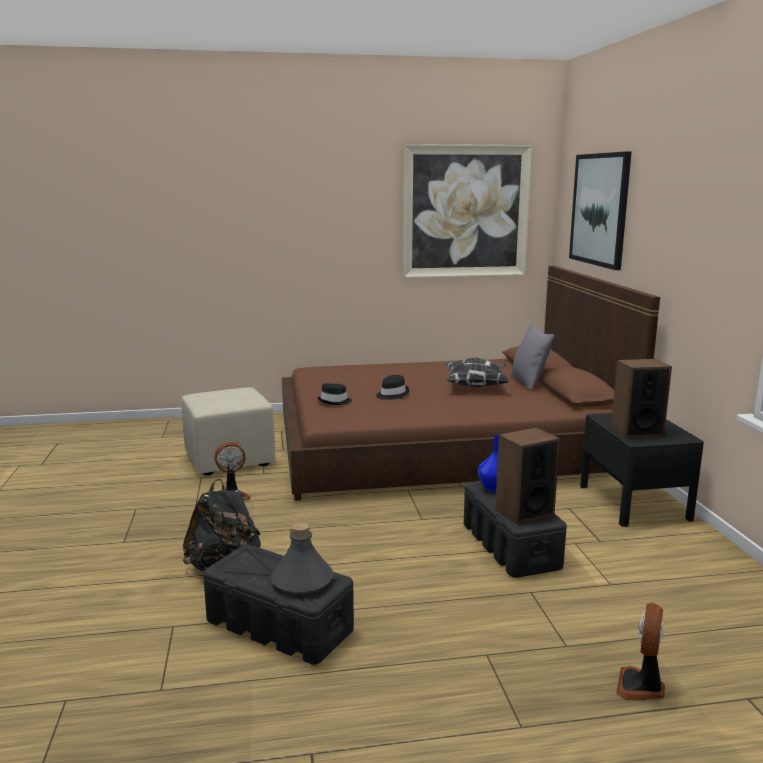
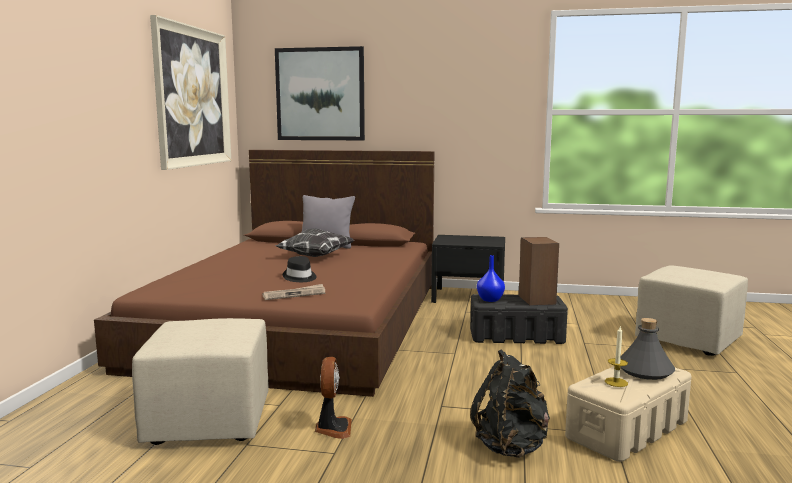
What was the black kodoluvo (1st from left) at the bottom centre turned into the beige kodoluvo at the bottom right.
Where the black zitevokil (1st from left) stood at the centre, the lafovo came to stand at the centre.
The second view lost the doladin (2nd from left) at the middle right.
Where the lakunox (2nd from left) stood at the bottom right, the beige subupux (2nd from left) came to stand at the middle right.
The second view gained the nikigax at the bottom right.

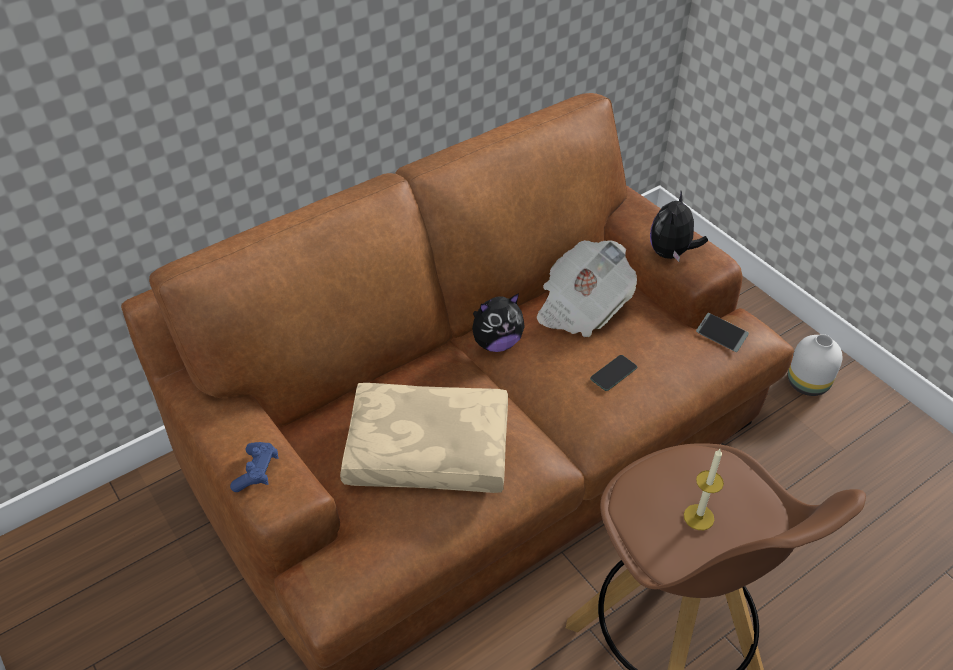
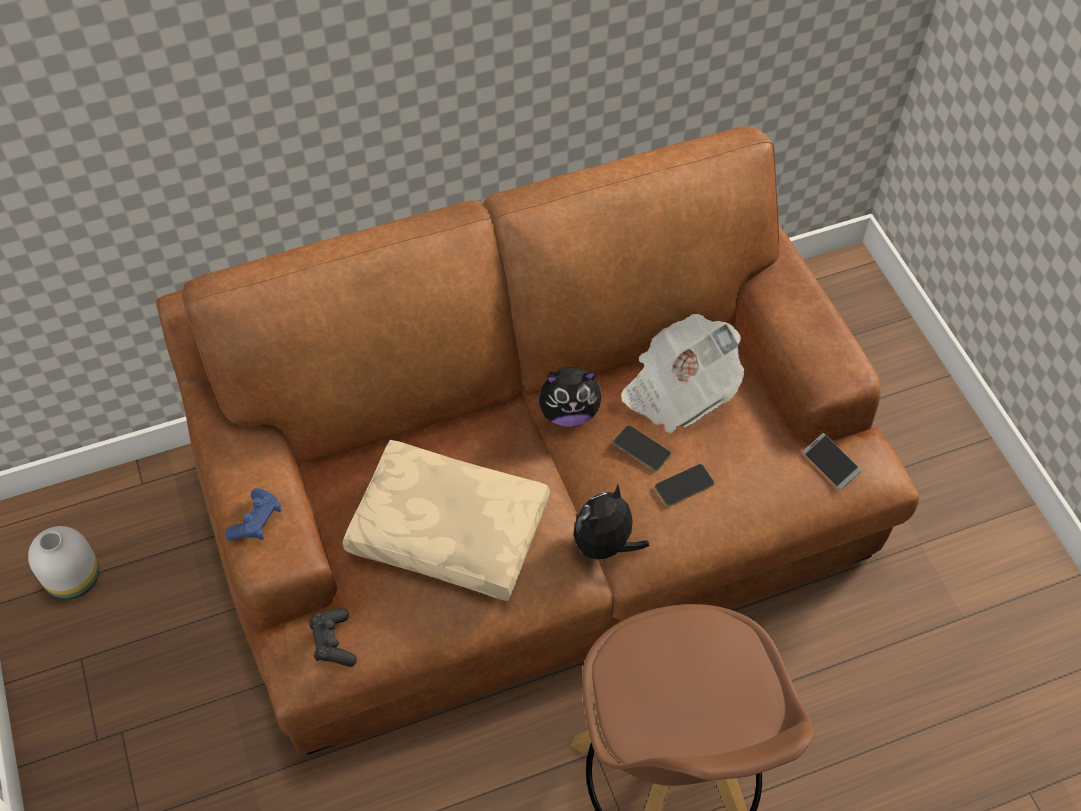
The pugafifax (2nd from left) ended up elsewhere, having gone from the middle right to the centre.
The second view lost the nikigax at the bottom right.
The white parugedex ended up elsewhere, having gone from the middle right to the bottom left.
The second view gained the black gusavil at the bottom left.
The second view gained the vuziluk (1st from left) at the centre.

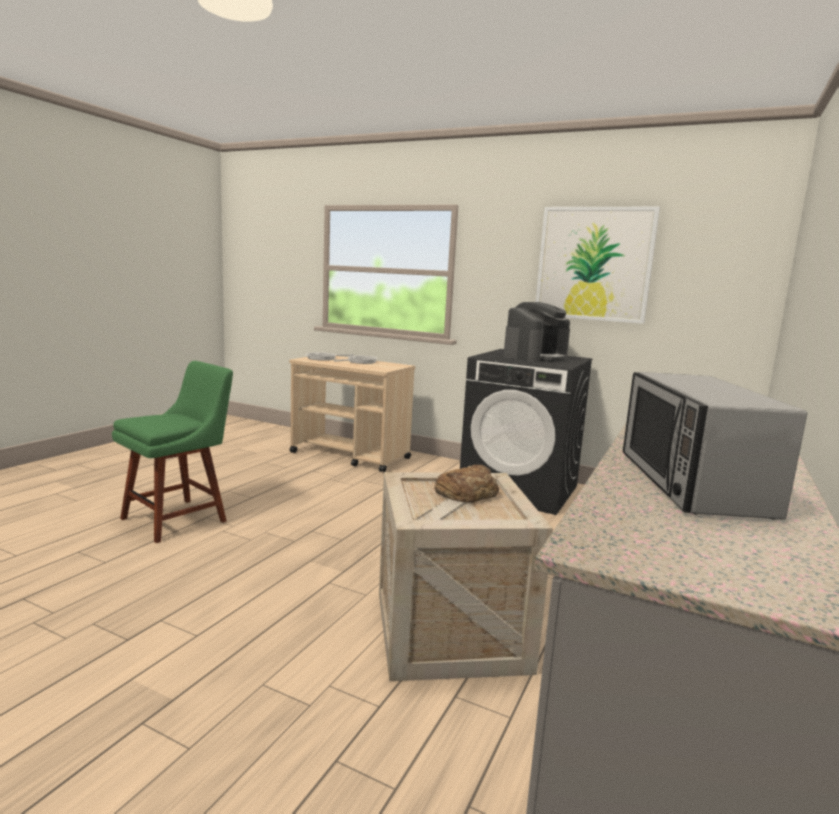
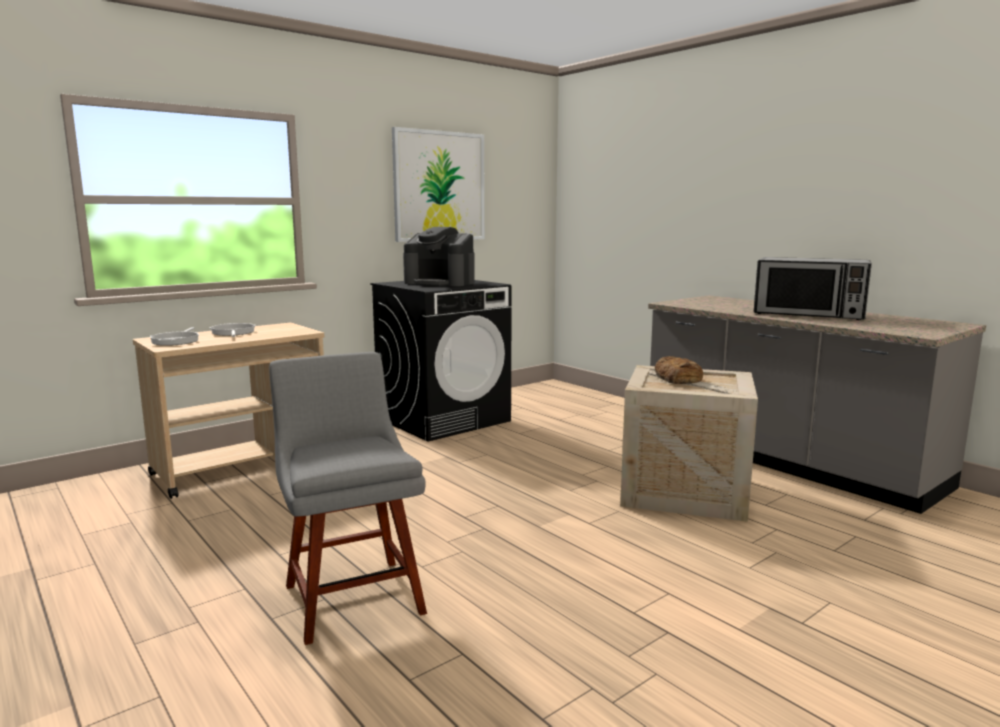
What was the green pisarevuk at the middle left turned into the grey pisarevuk at the bottom centre.
The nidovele at the centre ended up facing another way, 135 degrees clockwise from before.

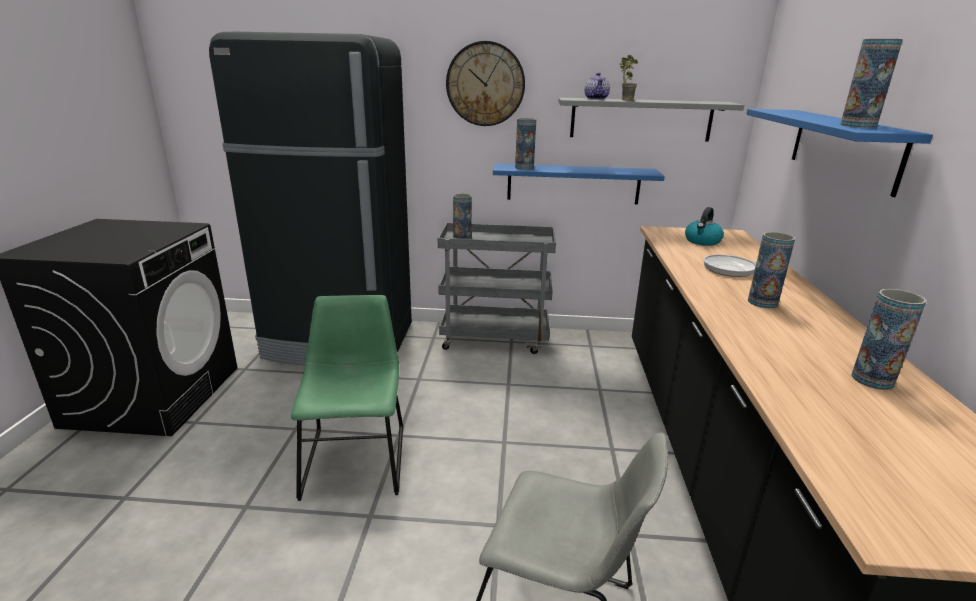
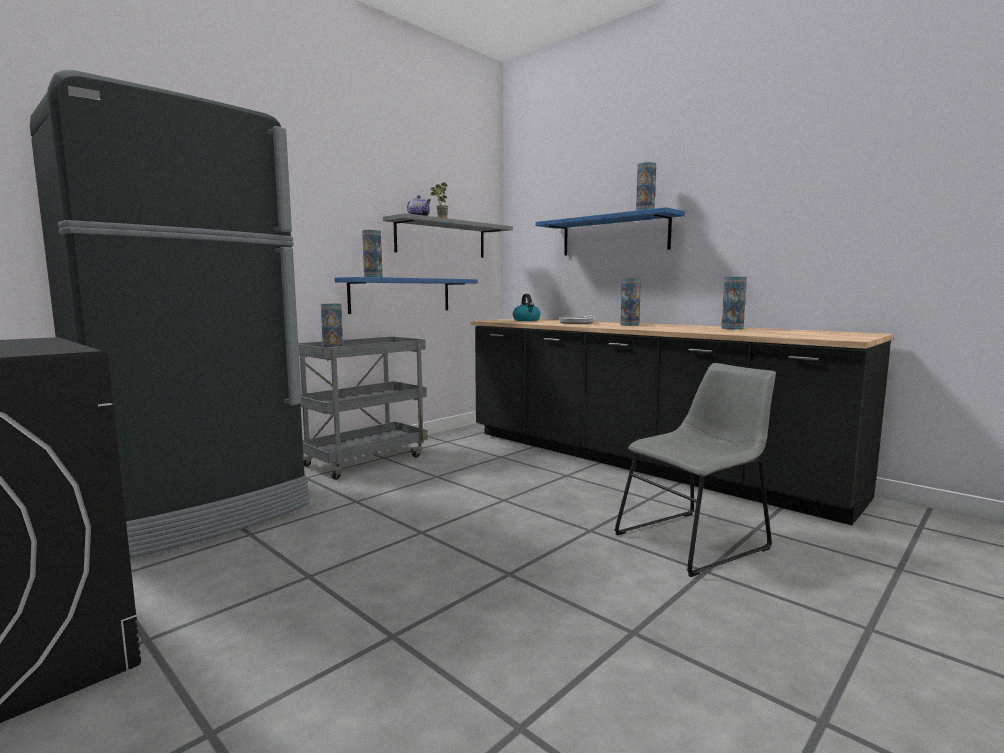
The second view lost the green pisarevuk at the centre.
The second view lost the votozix at the top centre.

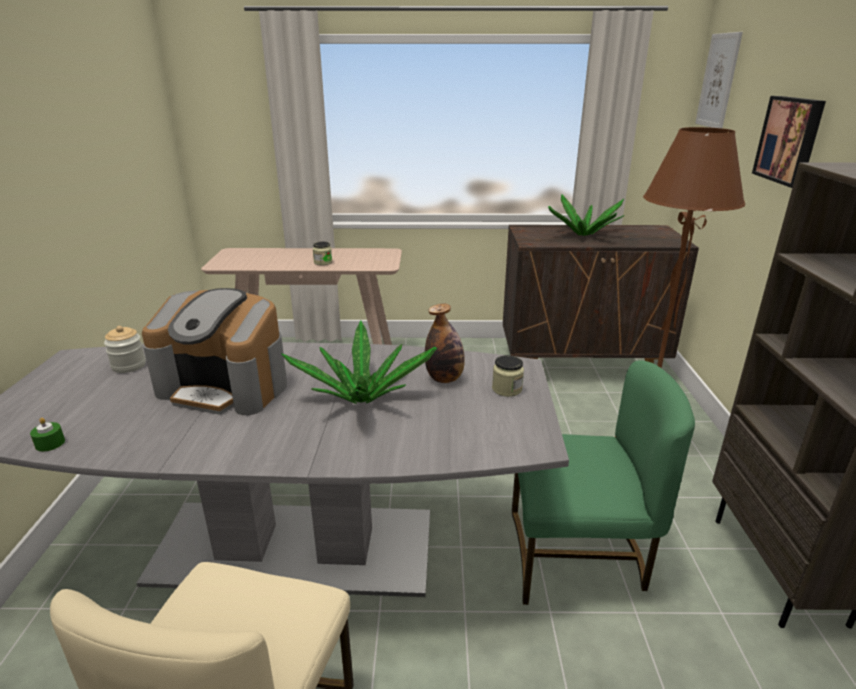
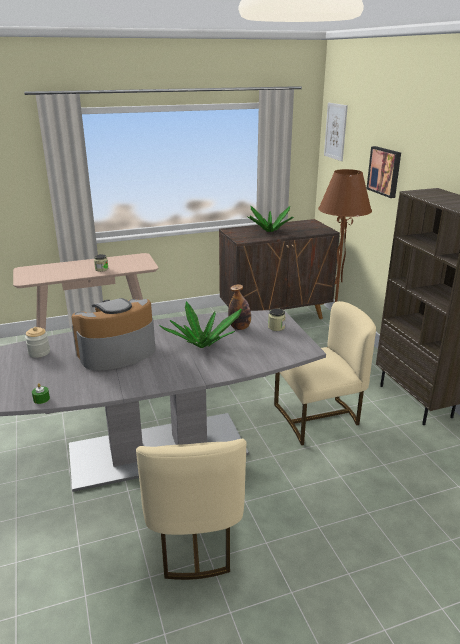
The nidovele at the middle left ended up facing another way, 150 degrees clockwise from before.
What was the green pisarevuk at the bottom right turned into the beige pisarevuk (2nd from left) at the middle right.

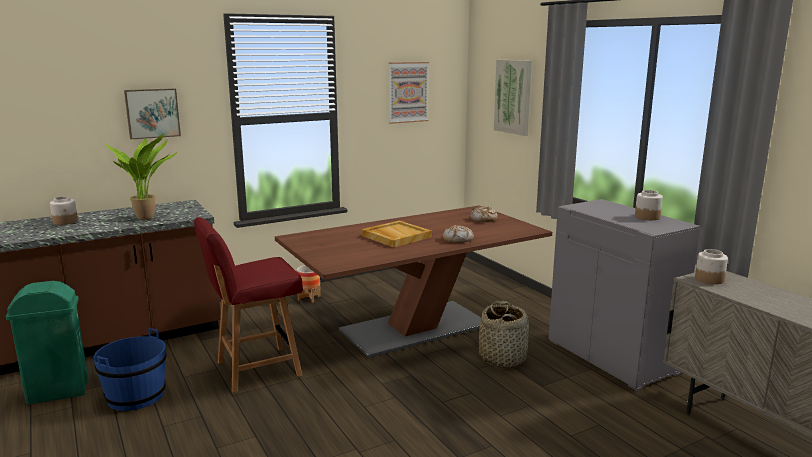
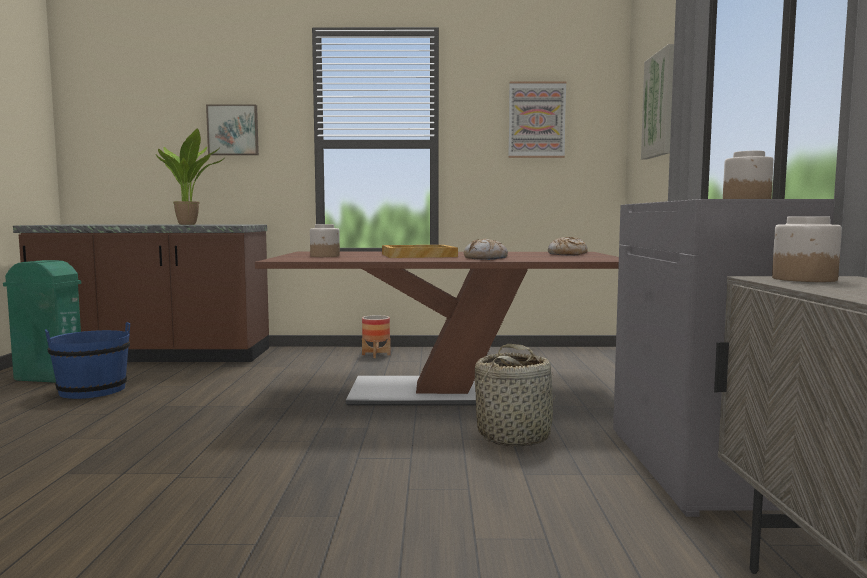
The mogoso (1st from left) ended up elsewhere, having gone from the middle left to the centre.
The second view lost the red pisarevuk at the bottom left.

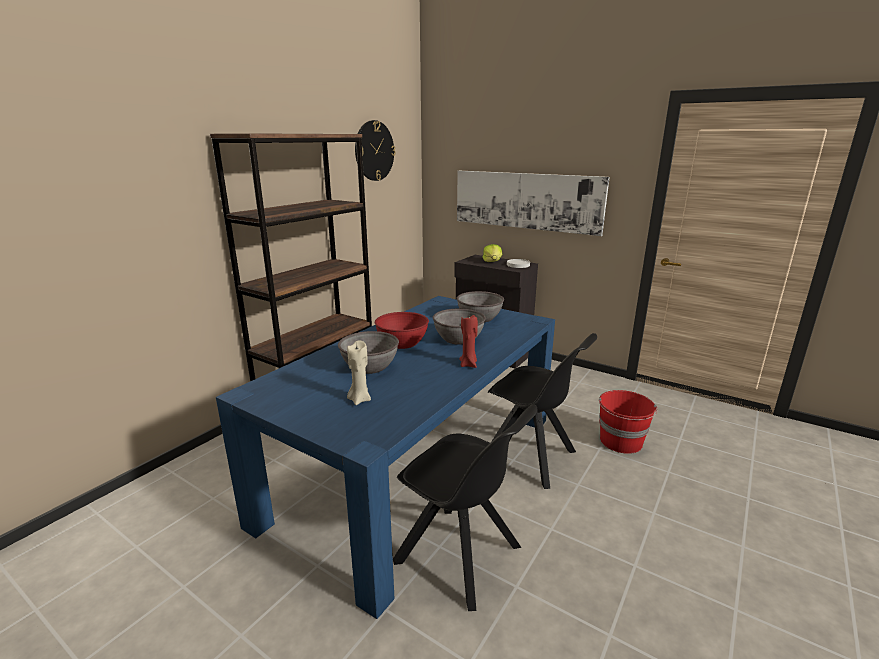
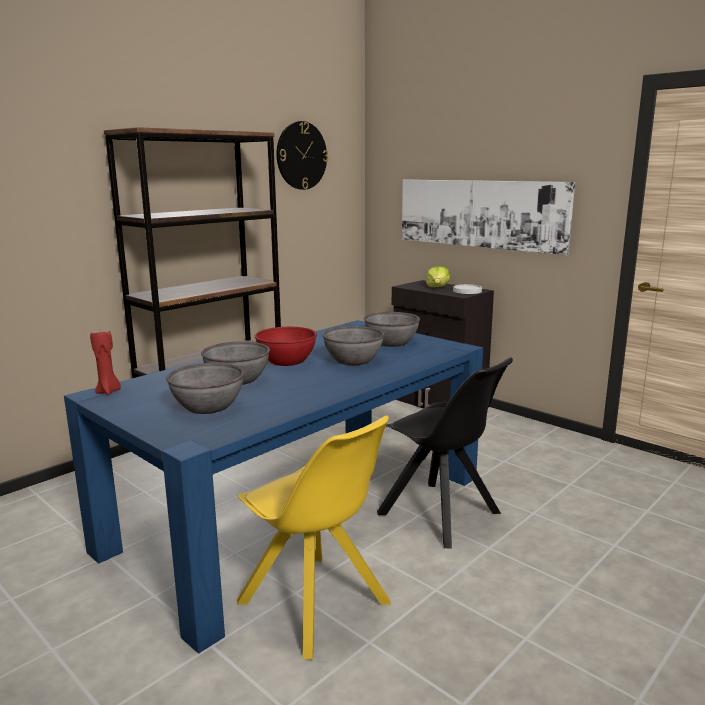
Where the beige nikigax stood at the centre, the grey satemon (1st from left) came to stand at the middle left.
What was the black pisarevuk (1st from left) at the bottom centre turned into the yellow pisarevuk at the bottom centre.
The red nikigax ended up elsewhere, having gone from the centre to the middle left.
The second view lost the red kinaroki at the middle right.

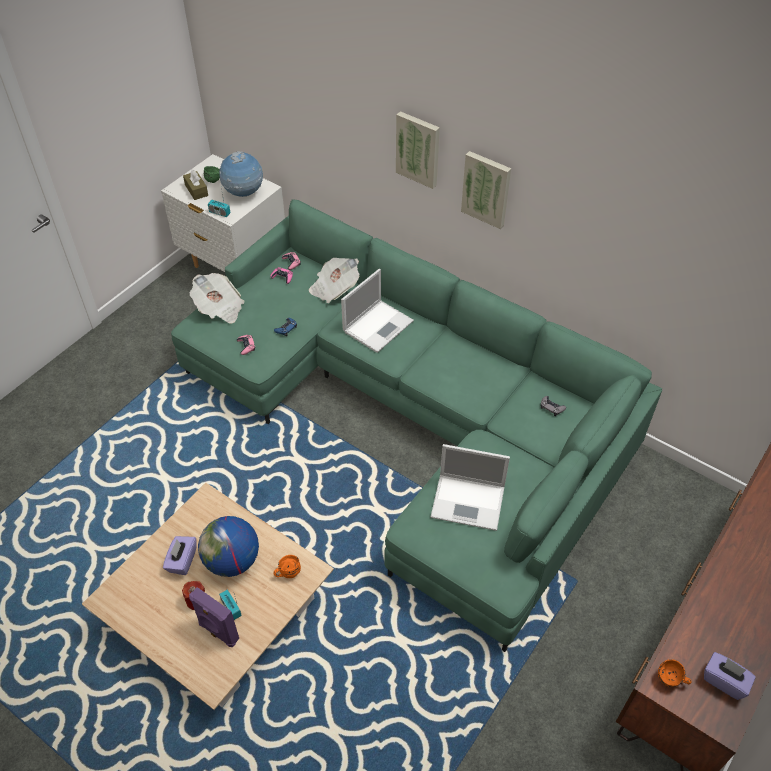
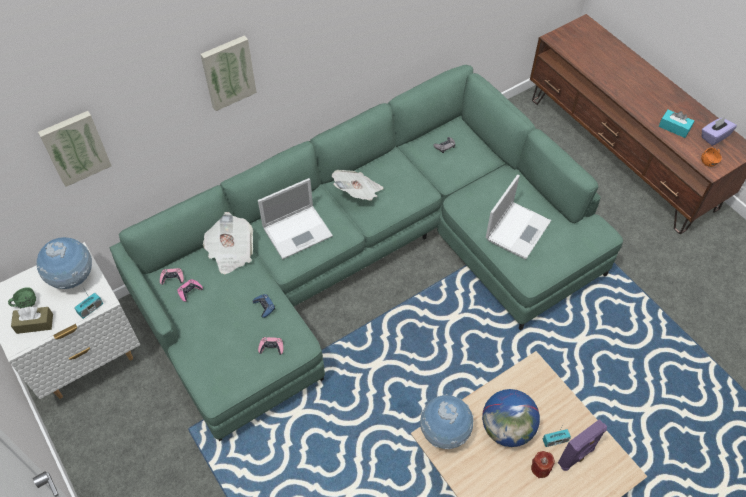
The second view lost the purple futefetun (1st from left) at the bottom left.
The lafovo (1st from left in the first image) ended up elsewhere, having gone from the middle left to the centre.
The second view lost the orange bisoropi (1st from left) at the bottom centre.
The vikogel (1st from left) at the centre ended up facing another way, 90 degrees clockwise from before.
The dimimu (2nd from left in the first image) ended up elsewhere, having gone from the top centre to the top left.
The second view gained the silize (2nd from left) at the bottom centre.
The second view gained the turquoise futefetun at the top right.

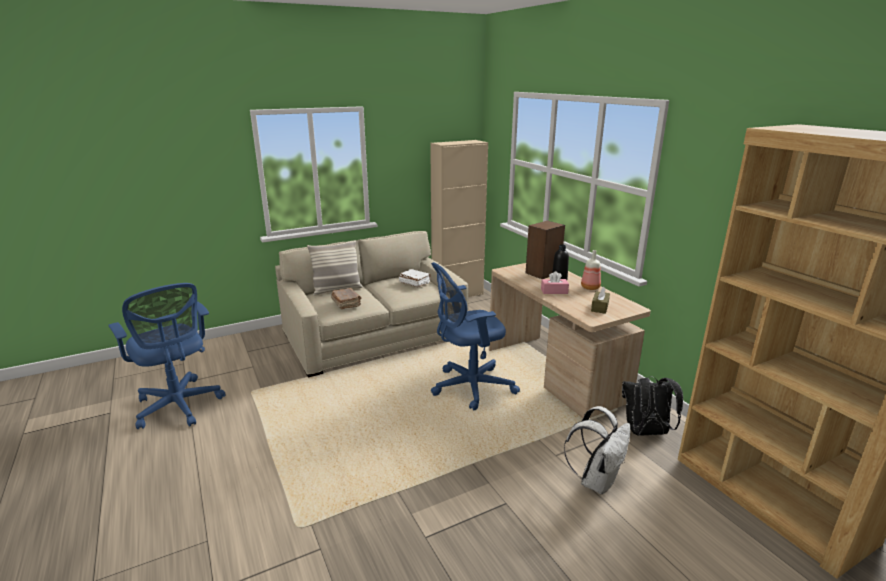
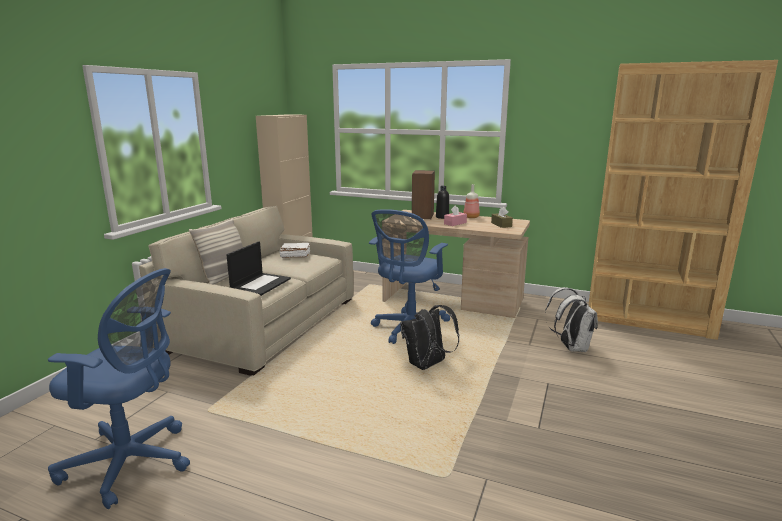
Where the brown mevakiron stood at the centre, the vikogel came to stand at the middle left.
The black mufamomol ended up elsewhere, having gone from the bottom right to the centre.

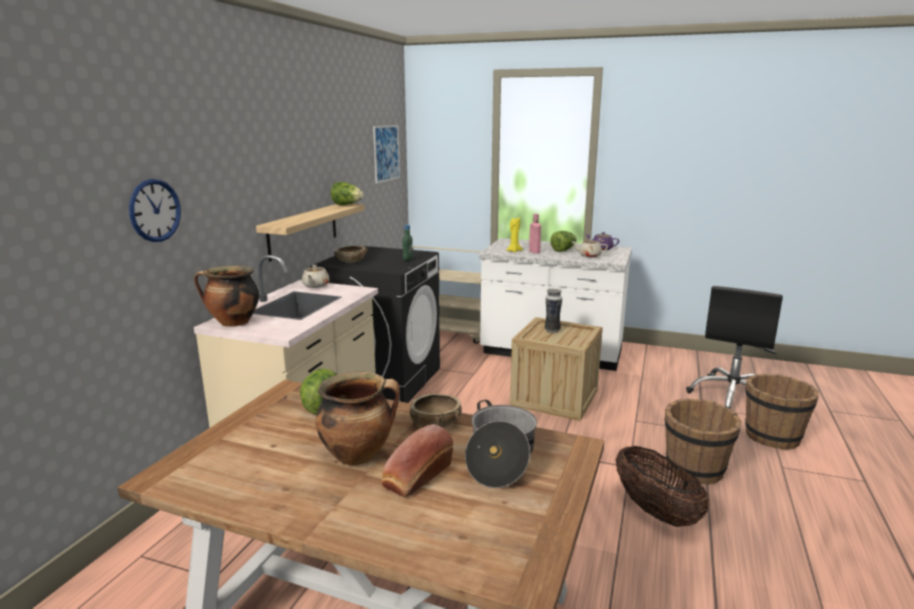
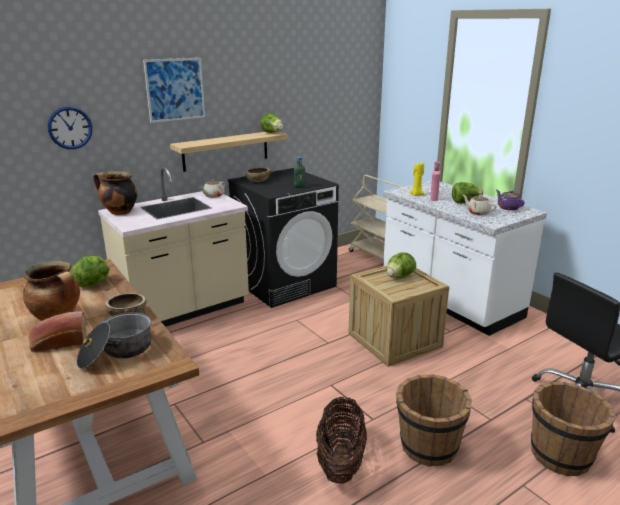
The dimimu ended up elsewhere, having gone from the top centre to the top left.
Where the parugedex stood at the centre, the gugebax (3rd from left) came to stand at the centre.

